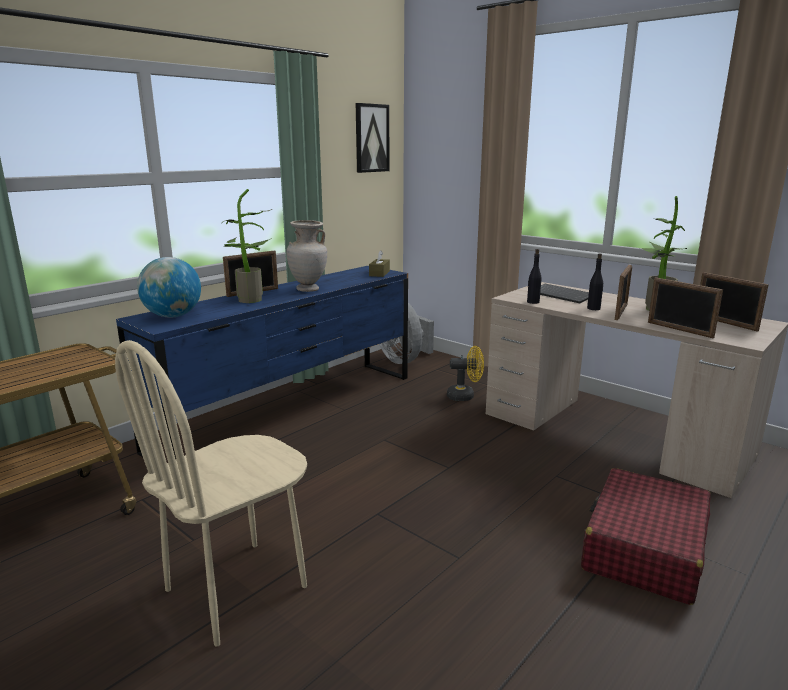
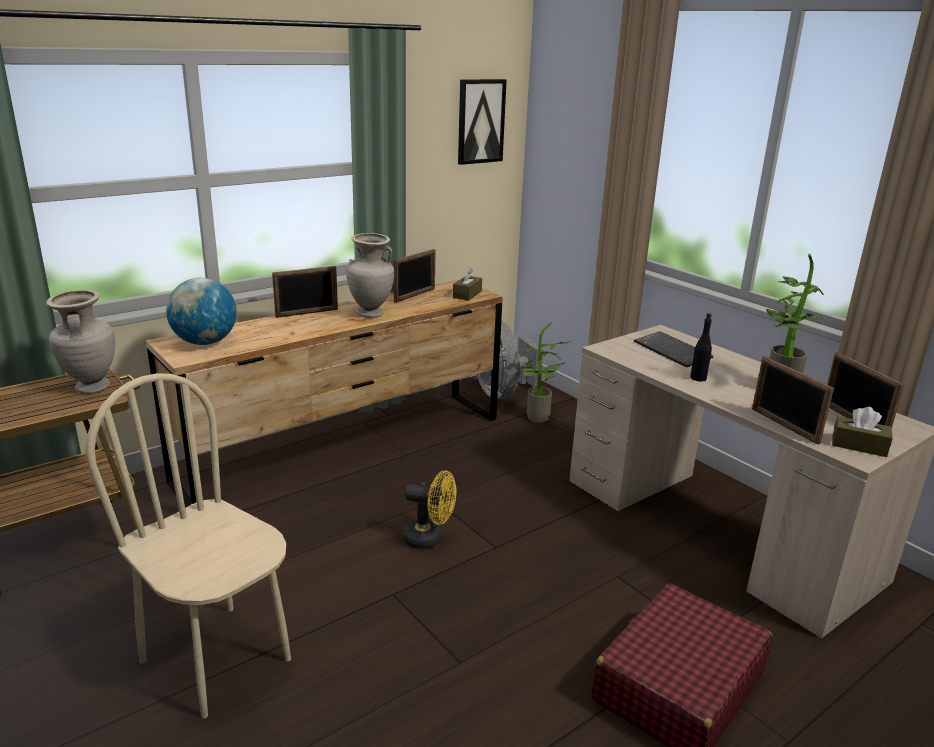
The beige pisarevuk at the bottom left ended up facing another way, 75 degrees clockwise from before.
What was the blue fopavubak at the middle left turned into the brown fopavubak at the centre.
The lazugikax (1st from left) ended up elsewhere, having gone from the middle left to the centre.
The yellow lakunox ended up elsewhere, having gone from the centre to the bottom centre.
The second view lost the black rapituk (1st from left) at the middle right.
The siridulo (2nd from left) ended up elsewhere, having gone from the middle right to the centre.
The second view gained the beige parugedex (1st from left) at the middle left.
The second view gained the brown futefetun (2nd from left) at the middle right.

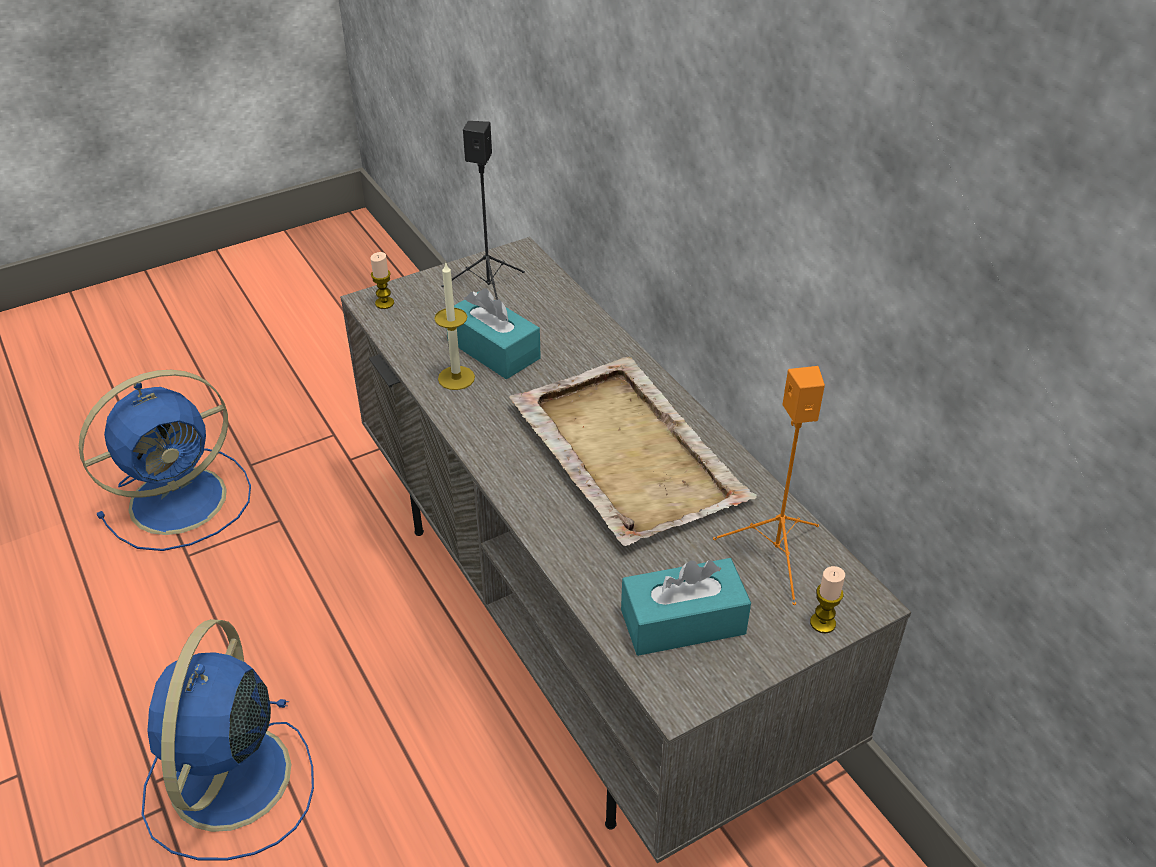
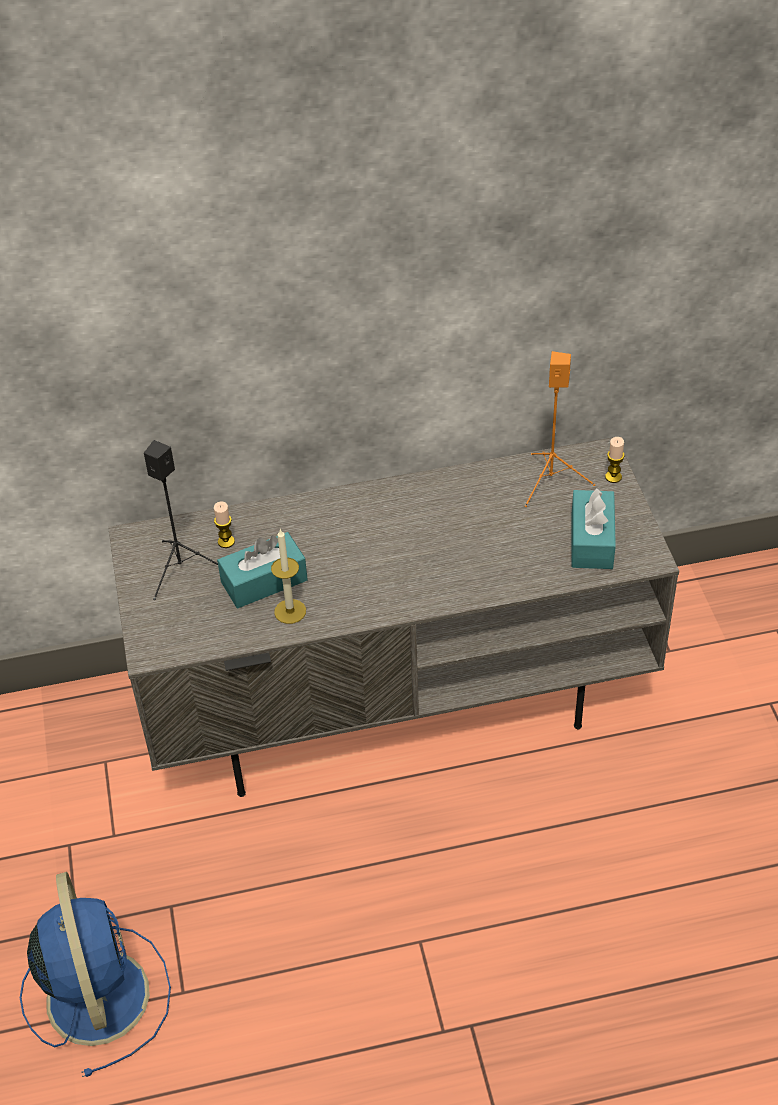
The second view lost the blue lakunox (2nd from left) at the bottom left.
The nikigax (1st from left) ended up elsewhere, having gone from the top left to the middle left.
The second view lost the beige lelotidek at the centre.

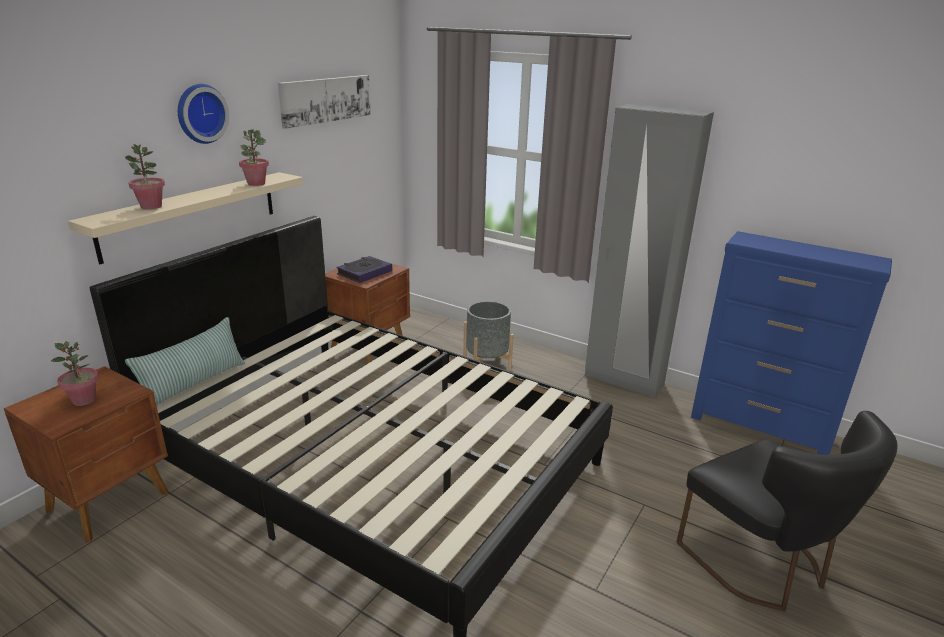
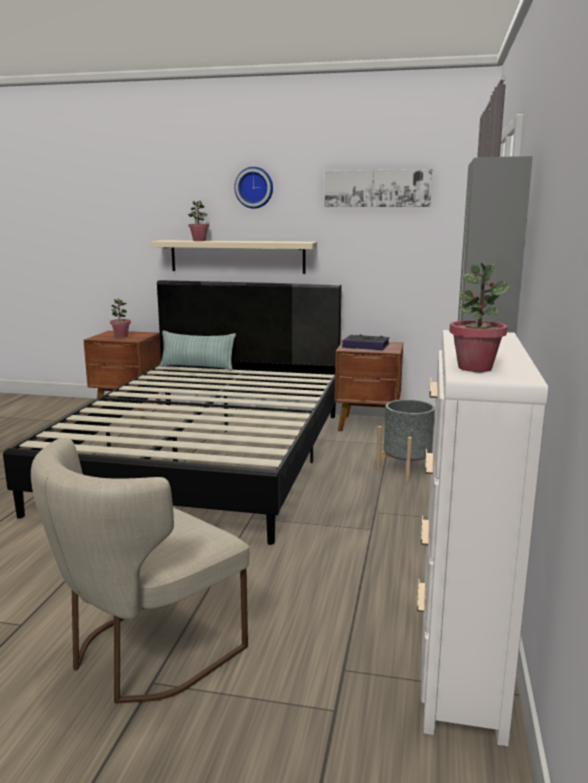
The lazugikax (3rd from left) ended up elsewhere, having gone from the top left to the middle right.
What was the black pisarevuk at the bottom right turned into the beige pisarevuk at the bottom left.
What was the blue fopavubak at the middle right turned into the white fopavubak at the bottom right.

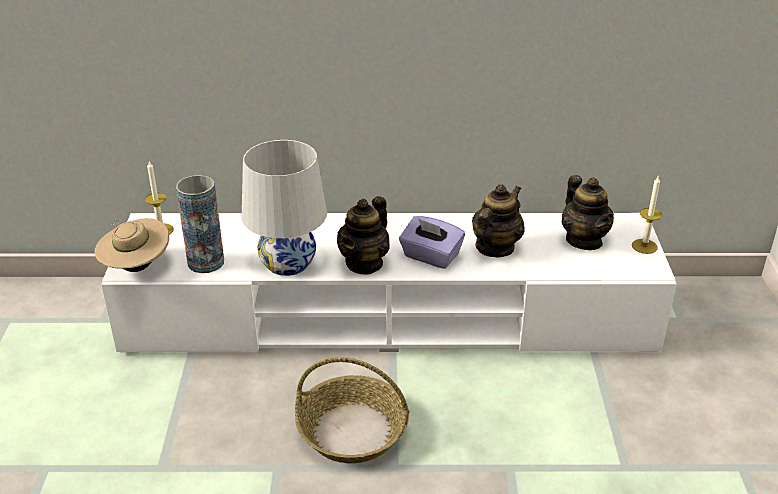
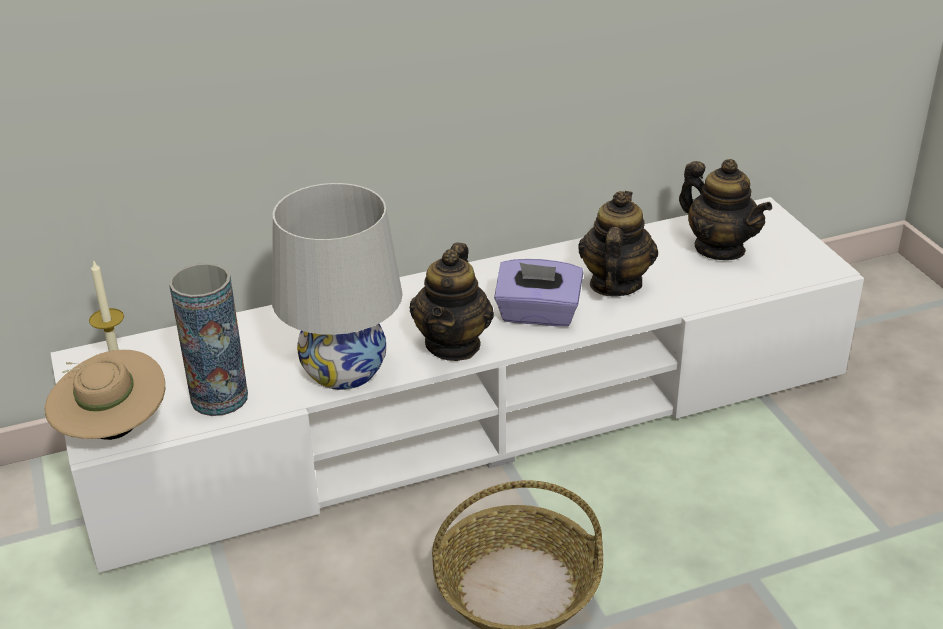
The second view lost the nikigax (2nd from left) at the middle right.

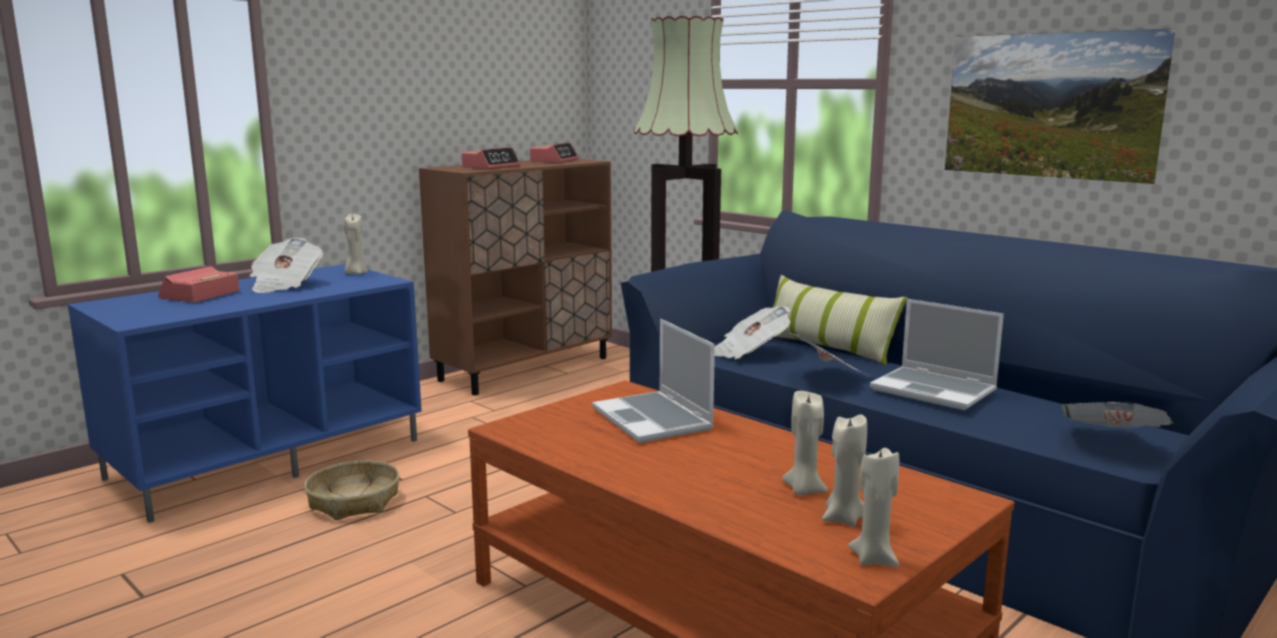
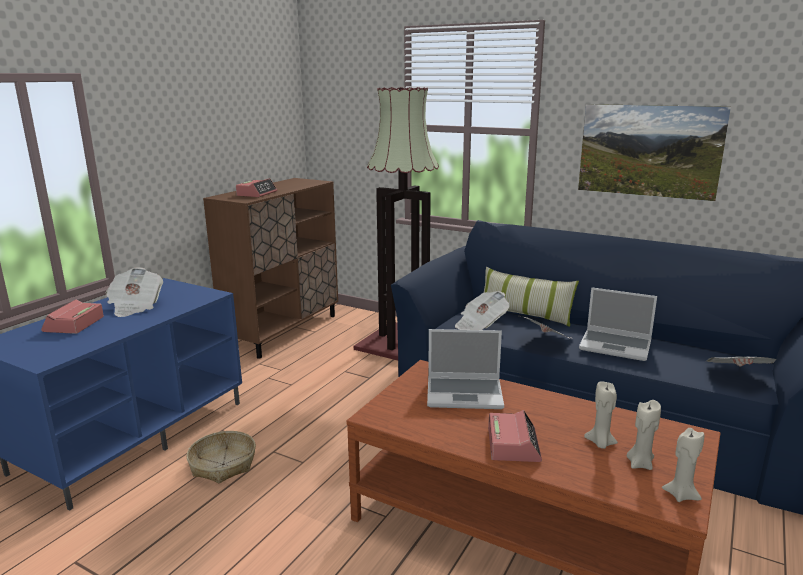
The second view lost the beige nikigax (1st from left) at the middle left.
The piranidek (3rd from left) ended up elsewhere, having gone from the top centre to the bottom centre.
The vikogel (1st from left) at the centre ended up facing another way, 45 degrees counterclockwise from before.

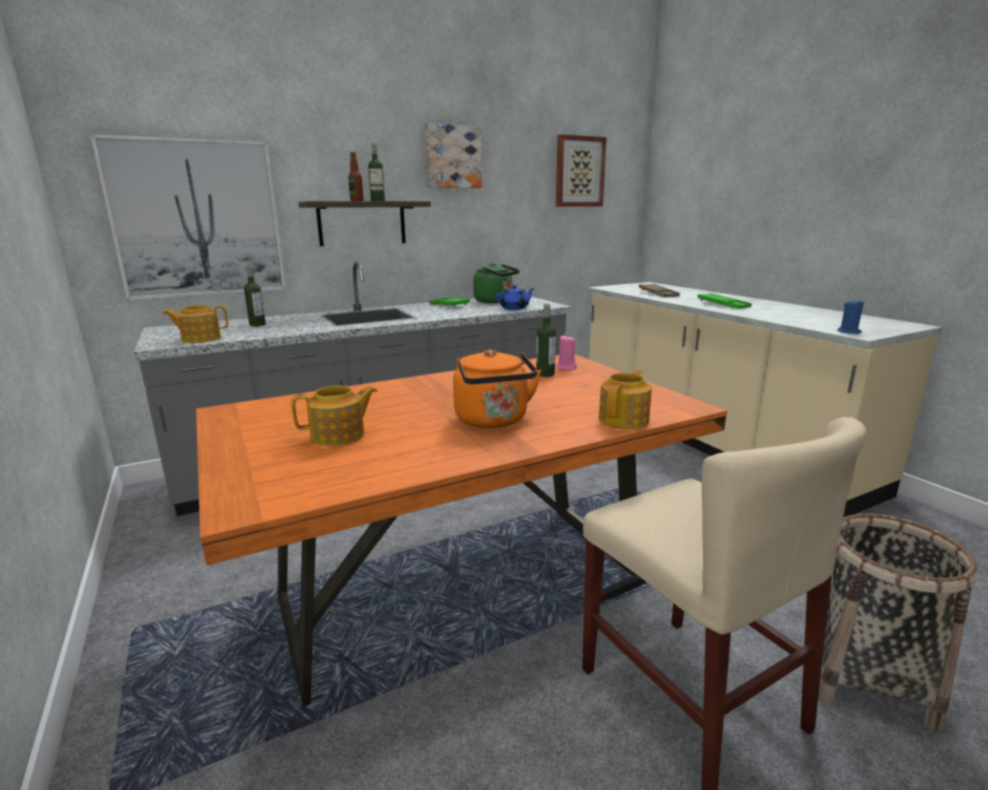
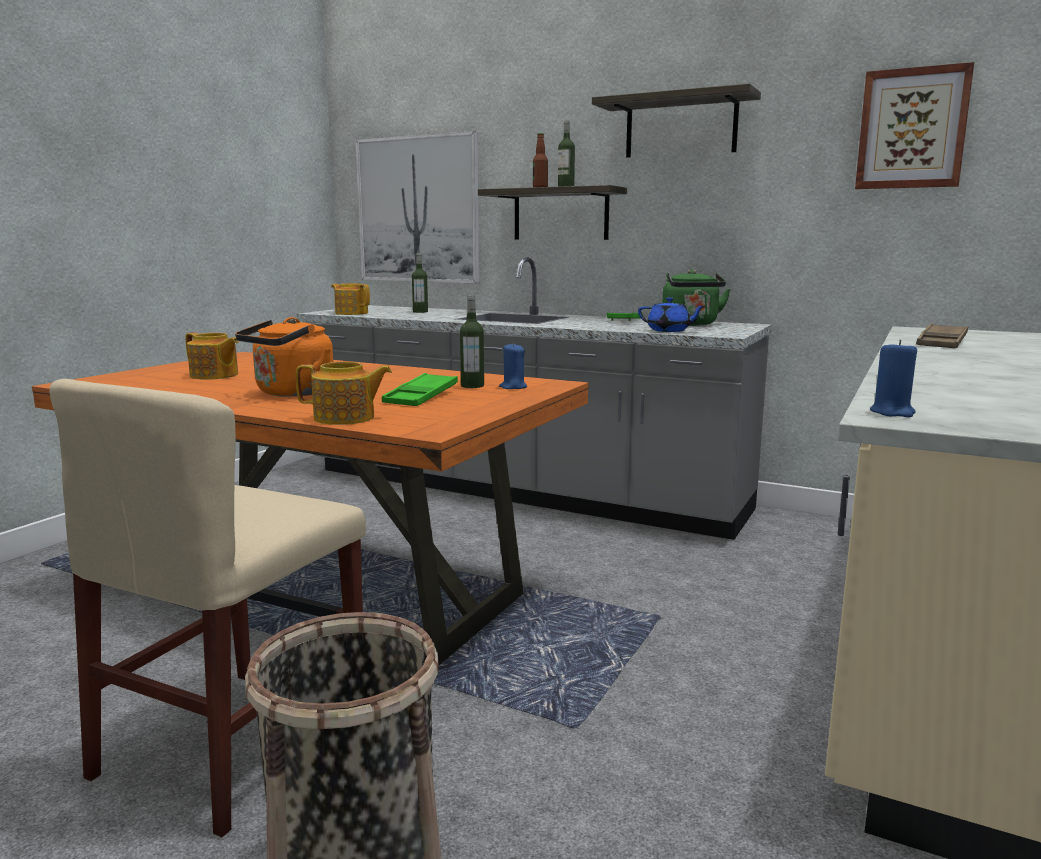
Where the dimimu (2nd from left) hung at the top centre, the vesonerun (2nd from left) came to hang at the top centre.
What was the pink nikigax at the centre turned into the blue nikigax (1st from left) at the centre.
The green lelotidek (2nd from left in the first image) ended up elsewhere, having gone from the middle right to the centre.

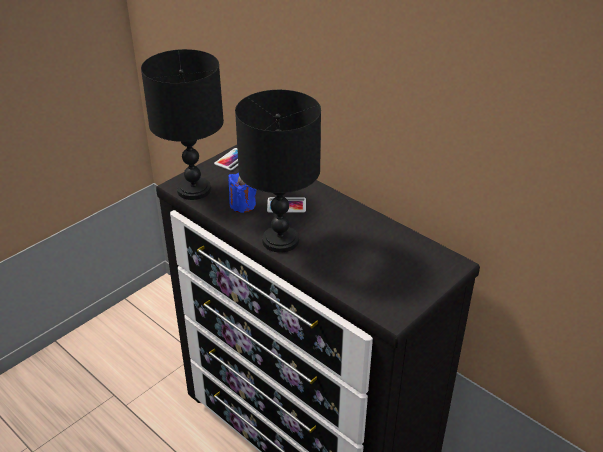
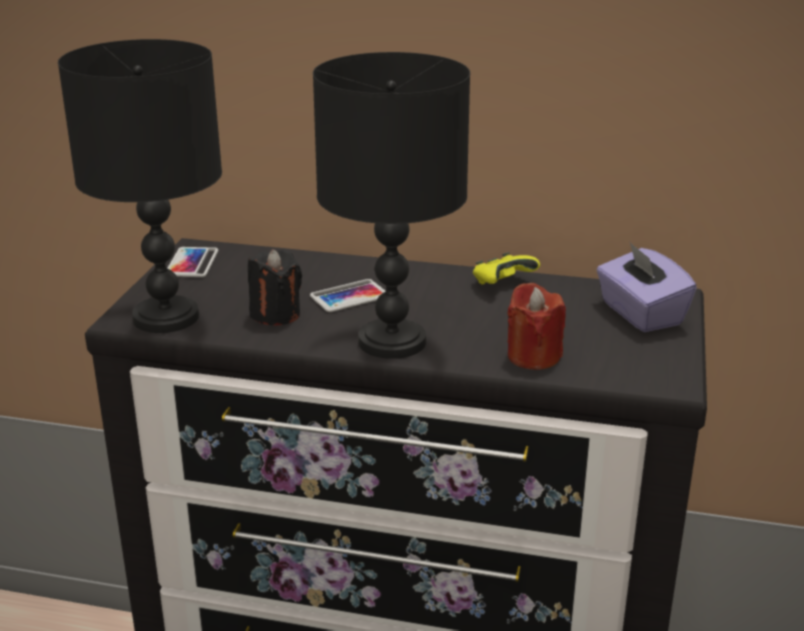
What was the blue nikigax at the centre turned into the black nikigax at the centre.
The second view gained the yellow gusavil at the centre.
The second view gained the red nikigax at the middle right.
The second view gained the purple futefetun at the middle right.

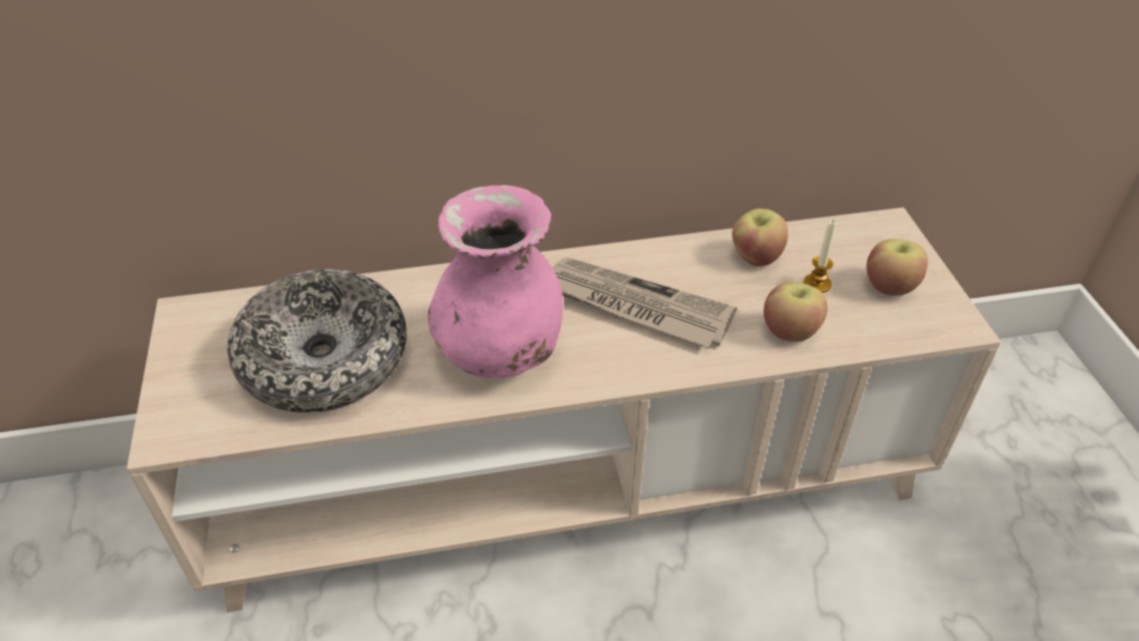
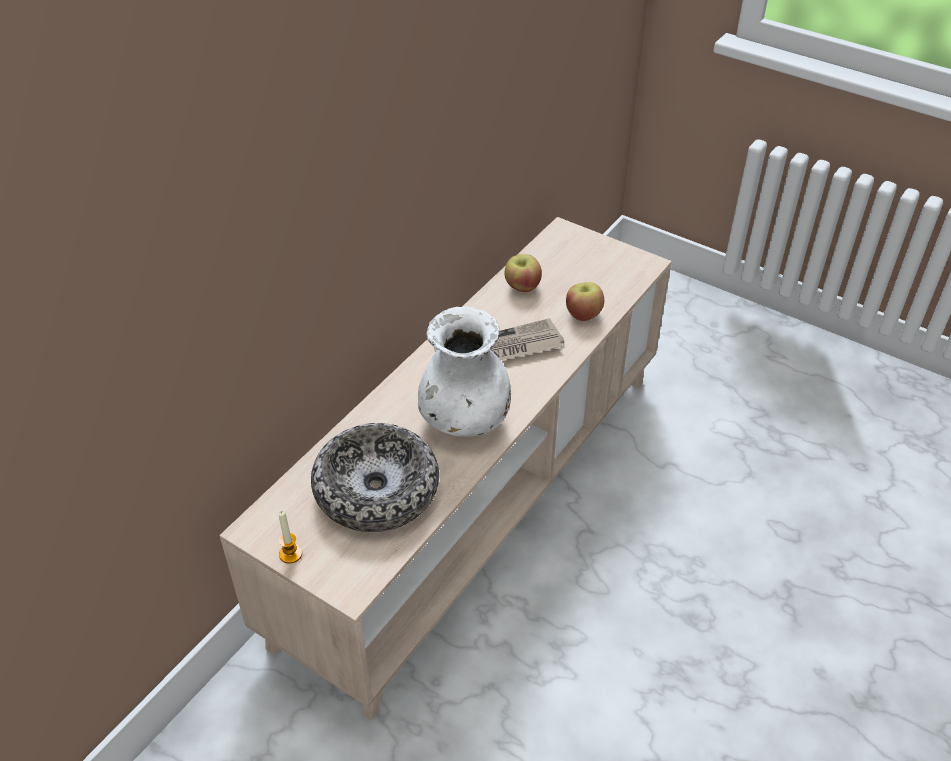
What was the pink parugedex at the centre turned into the white parugedex at the centre.
The nikigax ended up elsewhere, having gone from the middle right to the bottom left.
The second view lost the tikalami (3rd from left) at the middle right.

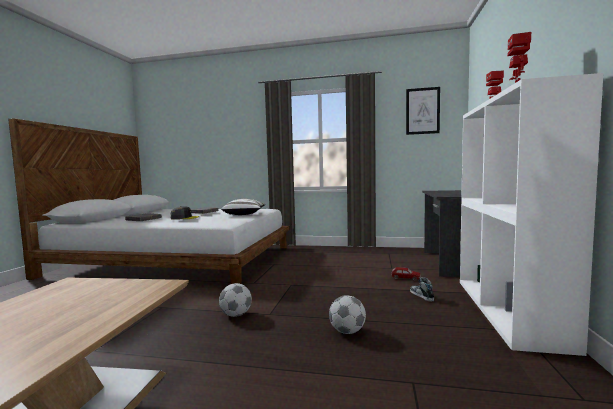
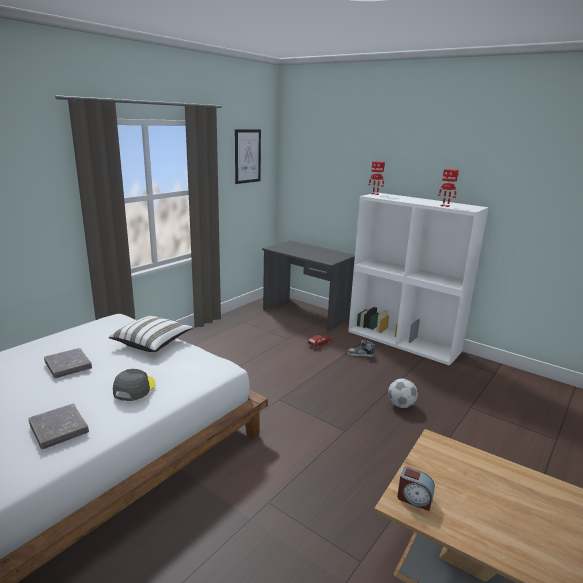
The second view lost the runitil (1st from left) at the bottom centre.
The second view gained the piranidek at the bottom right.

